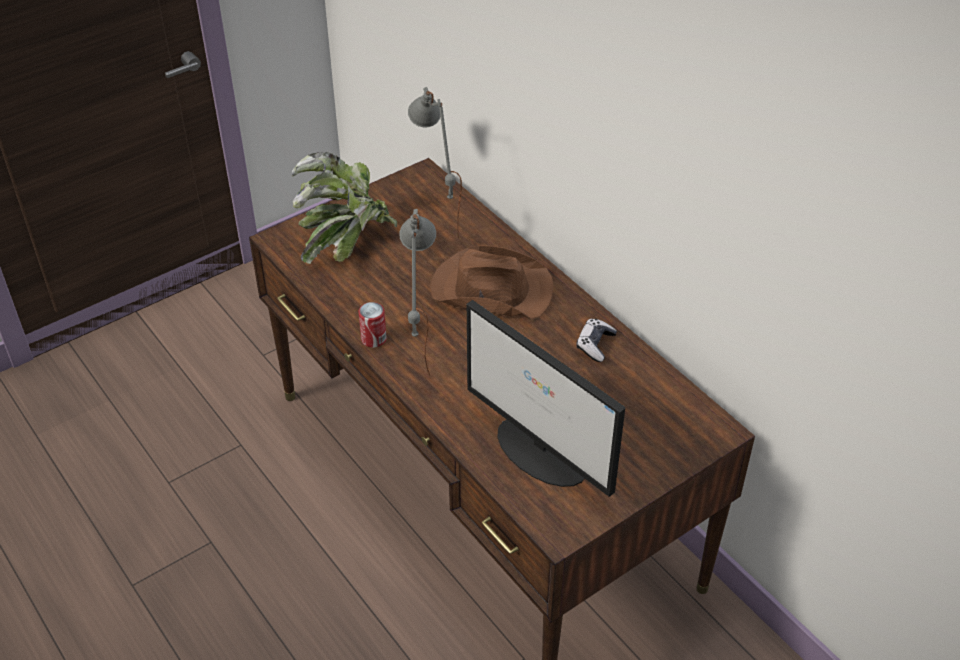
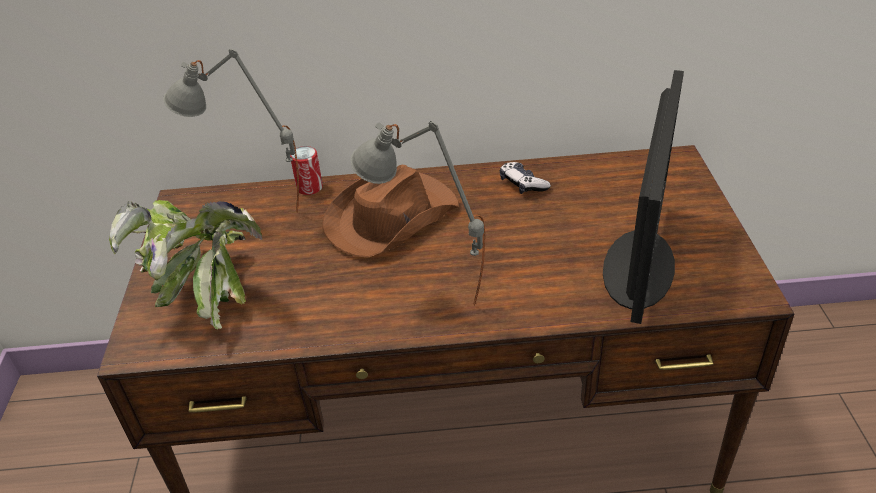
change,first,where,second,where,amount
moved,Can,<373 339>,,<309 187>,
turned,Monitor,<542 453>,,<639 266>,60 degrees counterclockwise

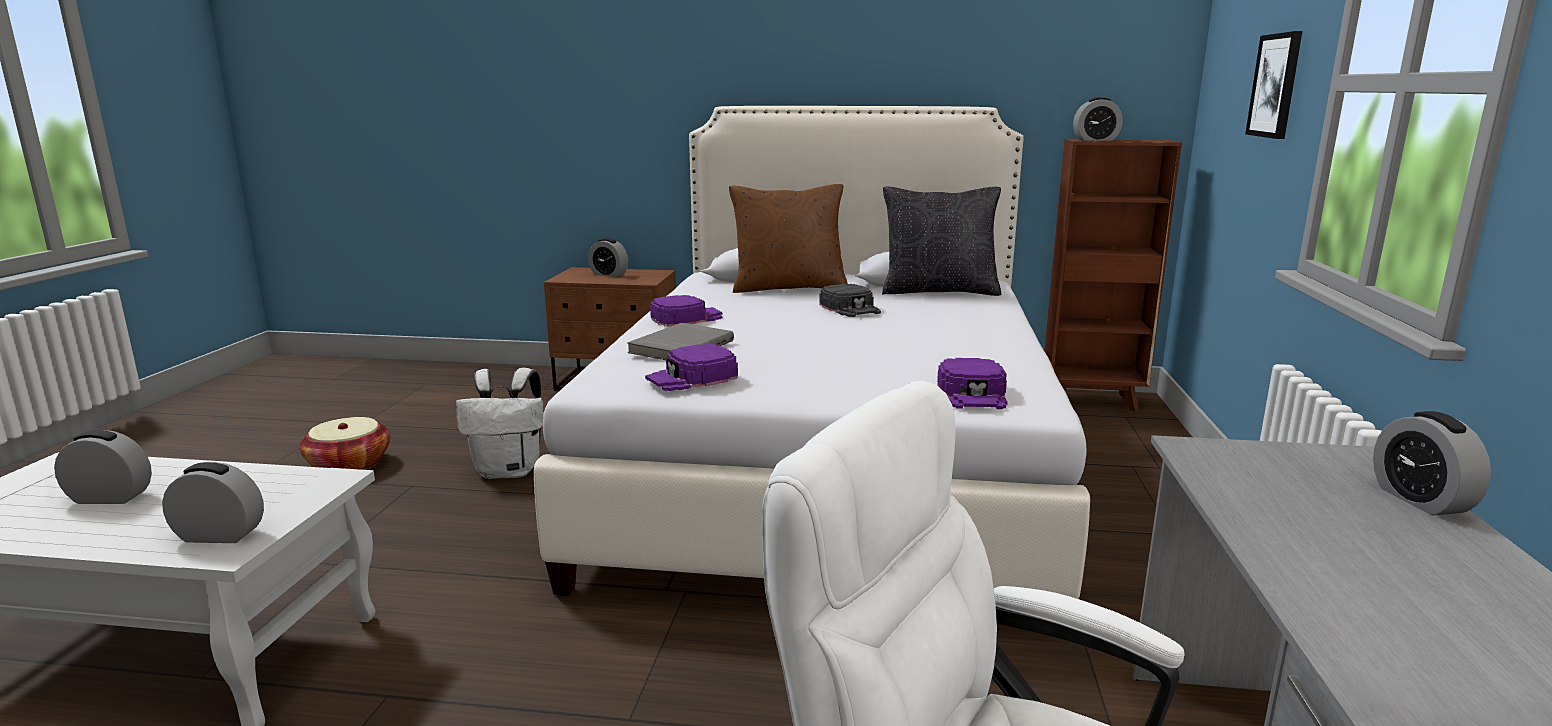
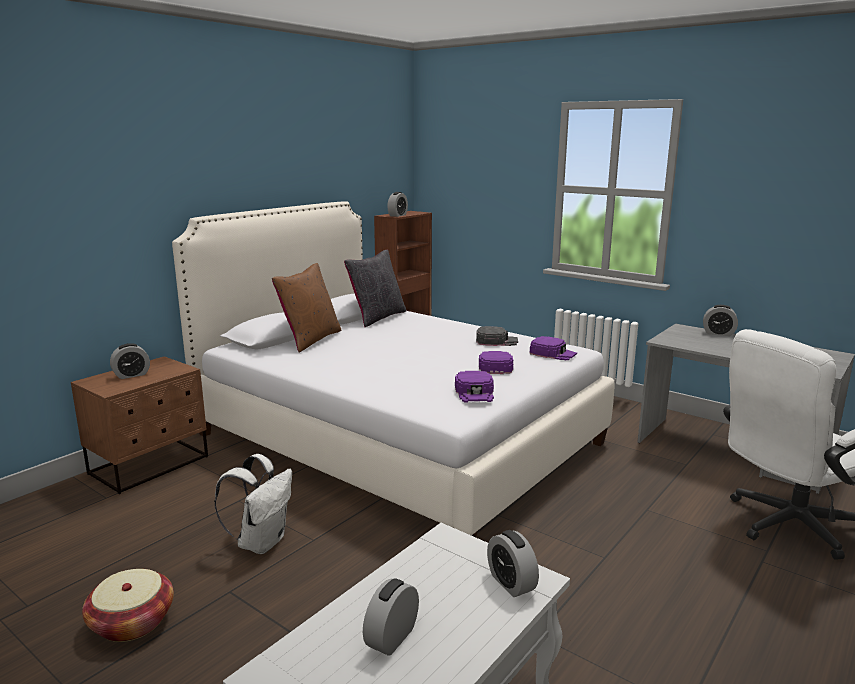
change,first,where,second,where,amount
removed,GreyBook,<680 346>,,,
removed,Picture,<1275 85>,,,
moved,PurpleCap,<686 318>,,<494 366>,
moved,BlackCap,<850 308>,,<496 341>,
turned,AlarmClock,<220 535>,,<511 583>,60 degrees counterclockwise

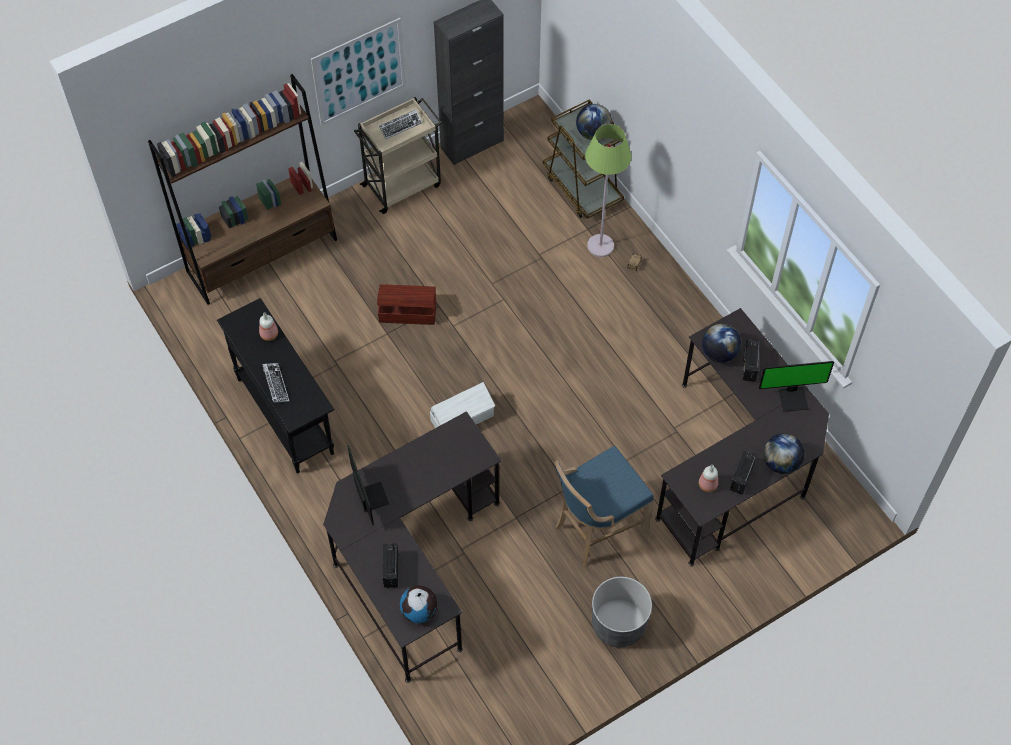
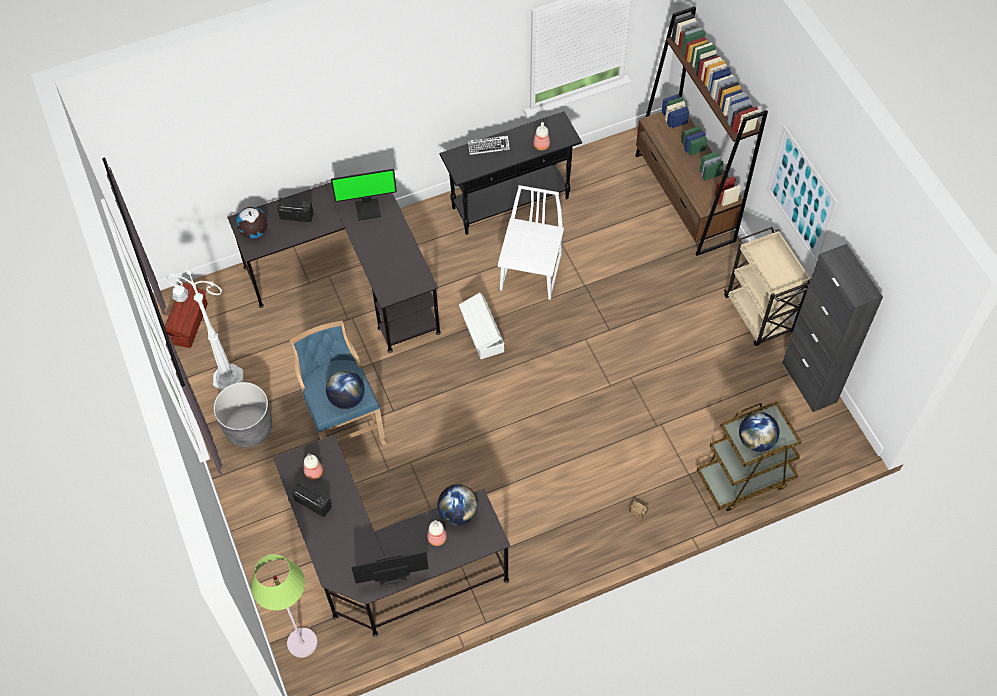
change,first,where,second,where,amount
removed,Keyboard,<400 126>,,,
added,,,WhiteFloorLamp,<226 377>,
added,,,WhiteChair,<531 272>,
moved,BrownStorageBox,<407 312>,,<188 323>,
moved,GreenFloorLamp,<600 246>,,<302 643>,
moved,Globe,<781 463>,,<347 399>,
replaced,Radio,<749 366>,Bottle,<436 538>,
turned,Monitor,<793 398>,,<391 572>,75 degrees clockwise

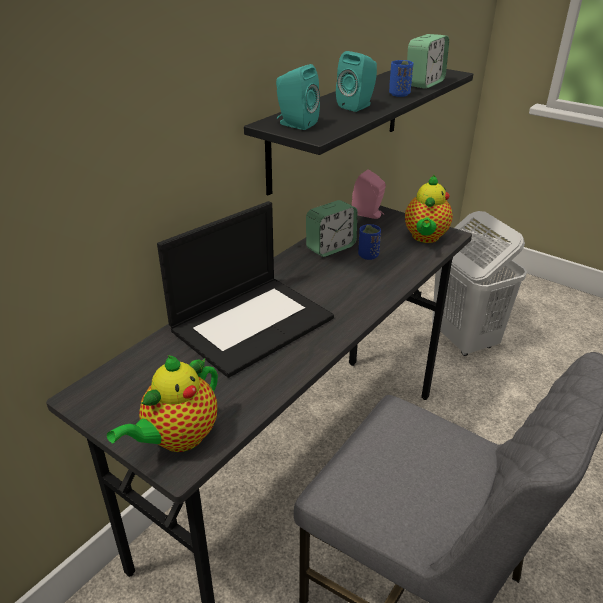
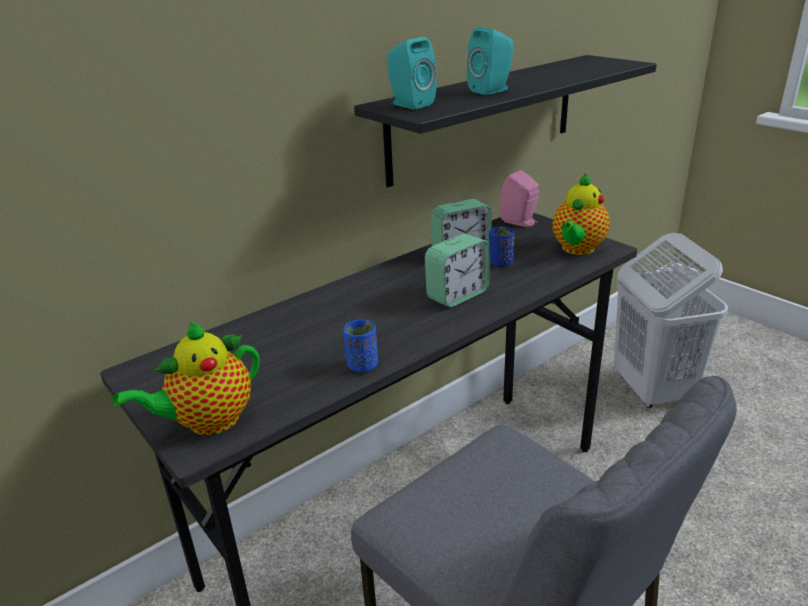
change,first,where,second,where,amount
removed,Laptop,<252 322>,,,
moved,BlueCup,<399 94>,,<362 365>,
moved,AlarmClock,<424 83>,,<457 295>,

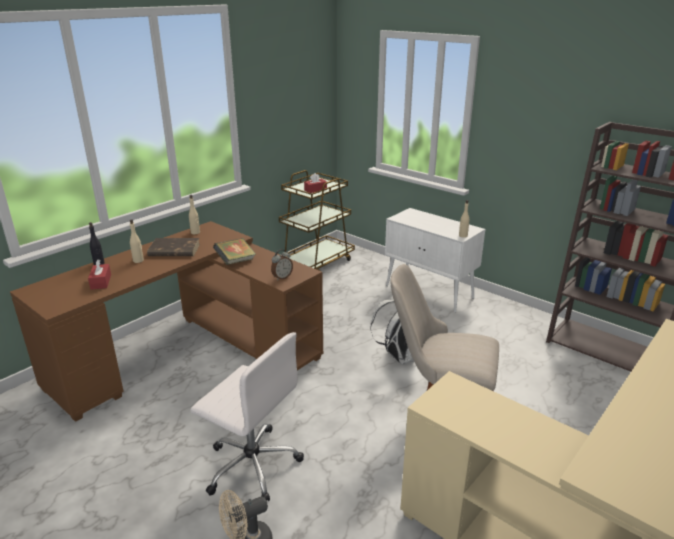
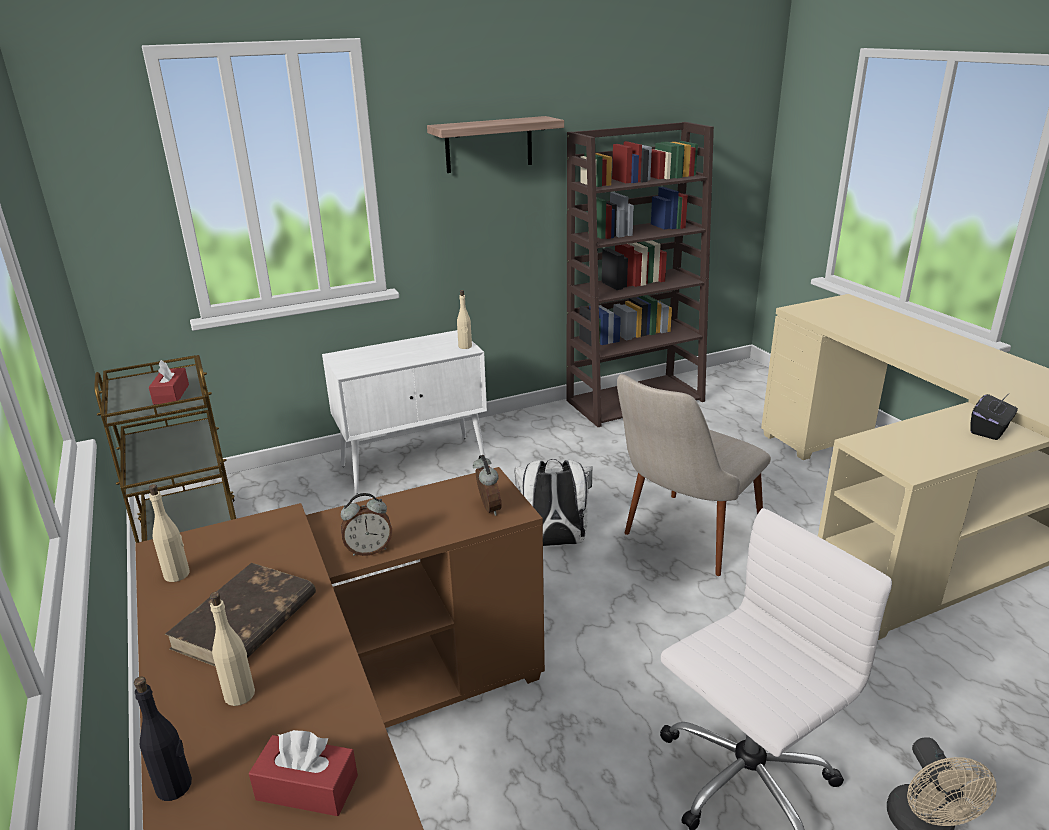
change,first,where,second,where,amount
added,,,Shelf,<489 144>,
added,,,BlackTissueBox,<989 430>,
replaced,Book,<235 261>,AlarmClock,<369 550>,

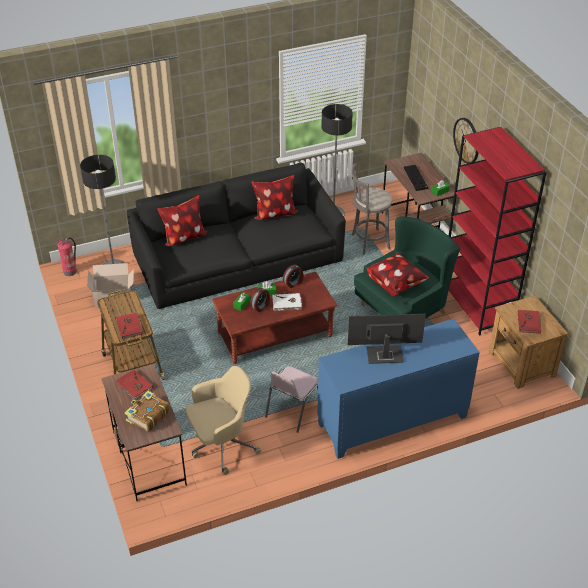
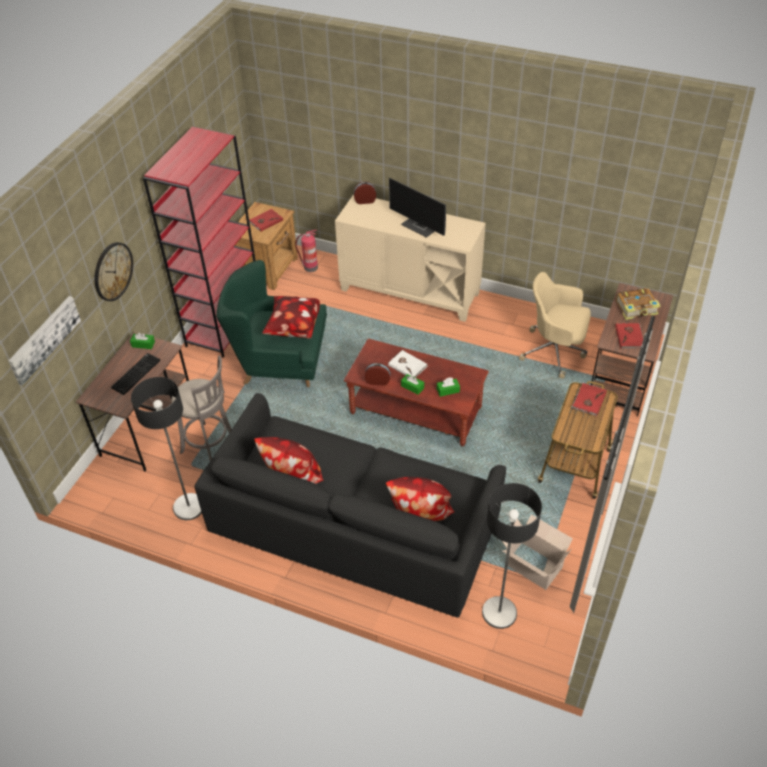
change,first,where,second,where,amount
removed,PinkChair,<292 410>,,,
added,,,Picture,<44 339>,
moved,FireExtinguisher,<70 271>,,<310 268>,
moved,AlarmClock,<260 306>,,<365 200>,
recoloured,BlueCabinet,<392 421>,BeigeCabinet,<410 291>,

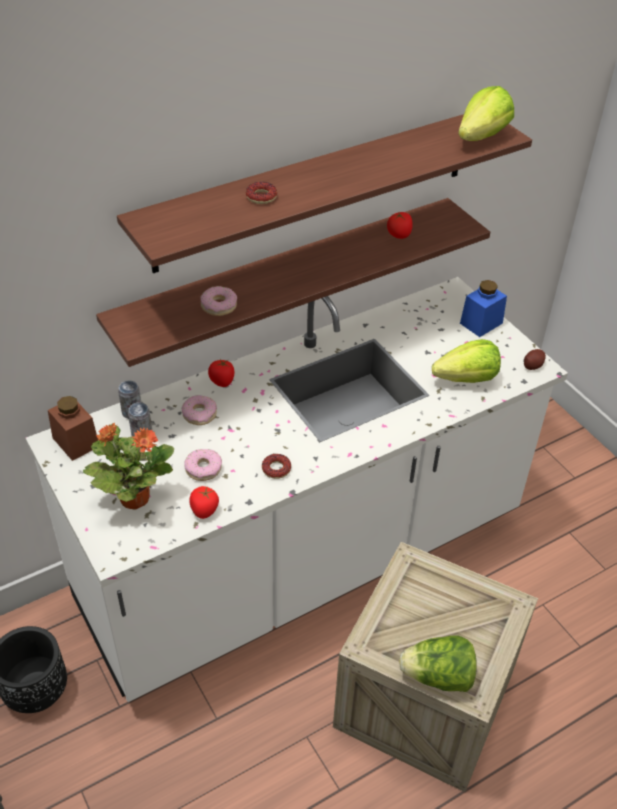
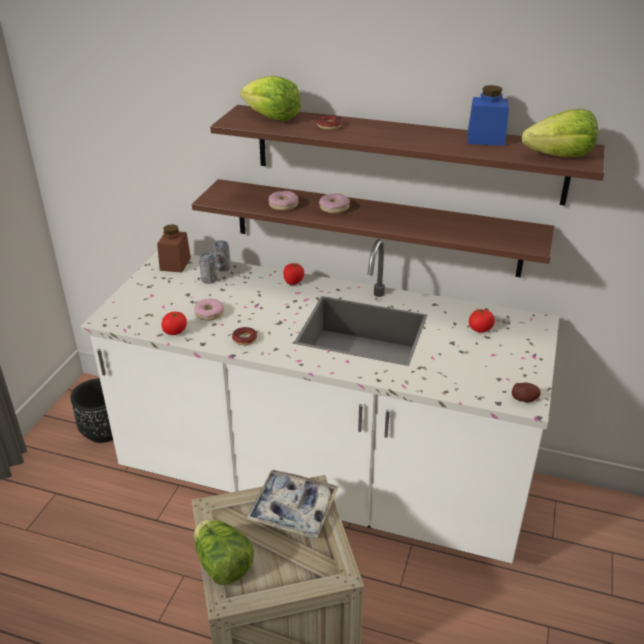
change,first,where,second,where,amount
removed,PottedPlant,<133 498>,,,
added,,,Tray,<293 509>,
moved,Donut,<199 414>,,<334 208>,
moved,Tomato,<399 235>,,<480 329>,
moved,Lettuce,<467 379>,,<272 118>,
moved,BlueJar,<481 323>,,<485 139>,

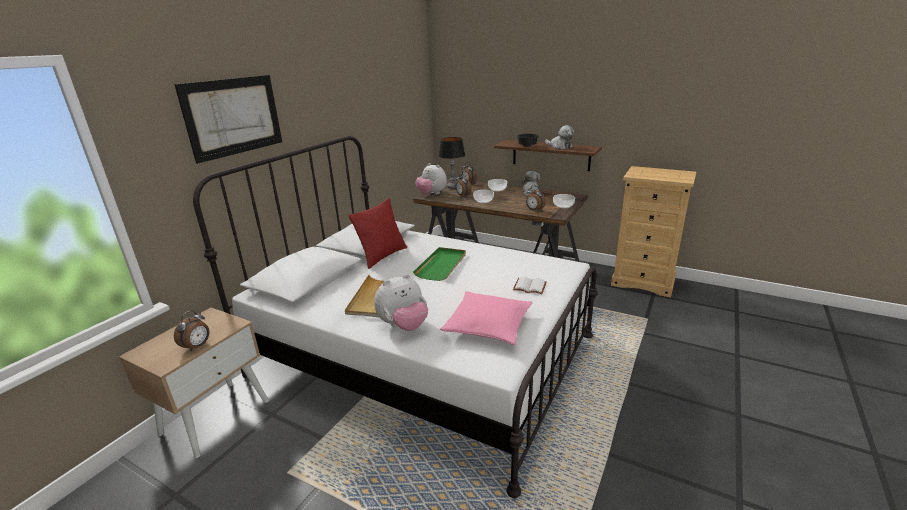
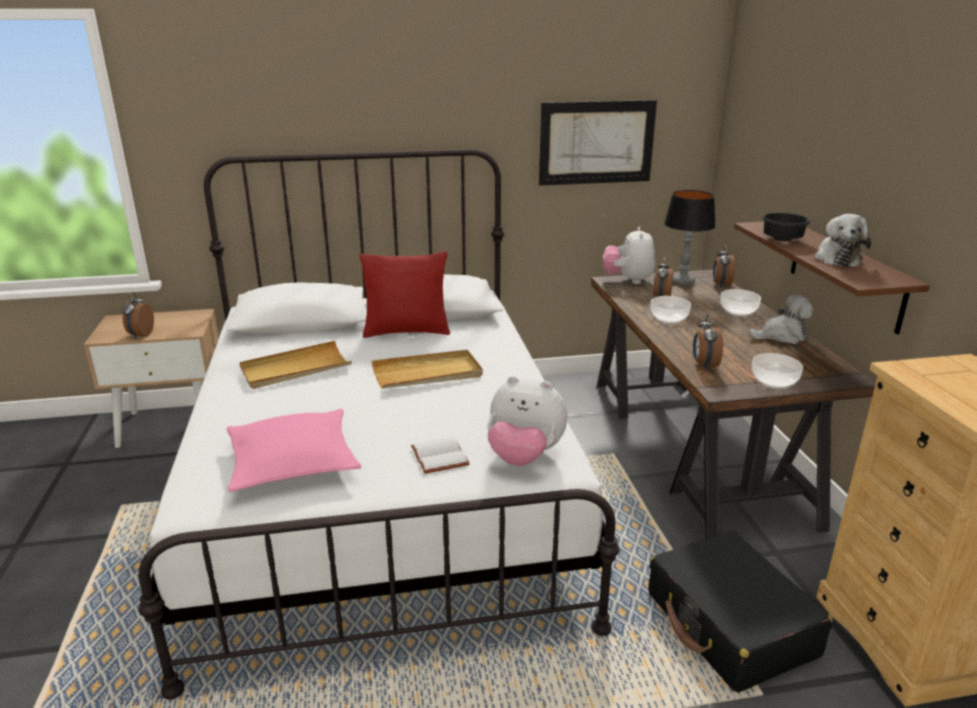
change,first,where,second,where,amount
added,,,BlackSuitcase,<730 625>,
moved,Picture,<234 116>,,<596 142>,
moved,PlushToy,<403 326>,,<524 457>,
recoloured,GreenTray,<442 265>,BeigeTray,<427 373>,
turned,AlarmClock,<197 346>,,<140 335>,105 degrees clockwise

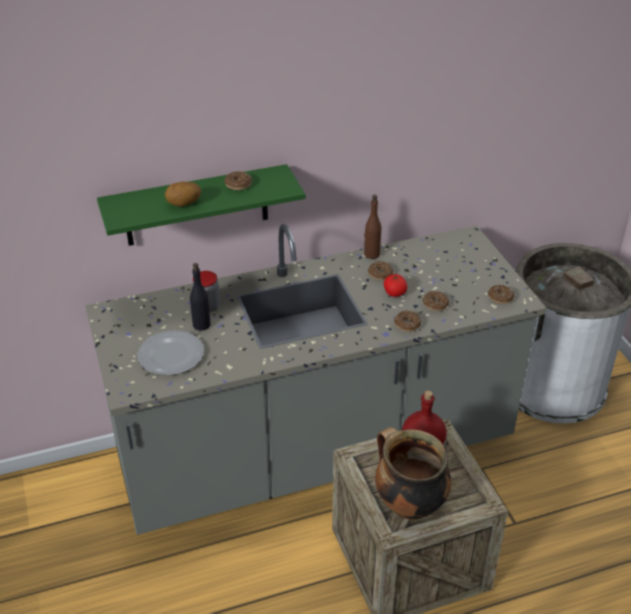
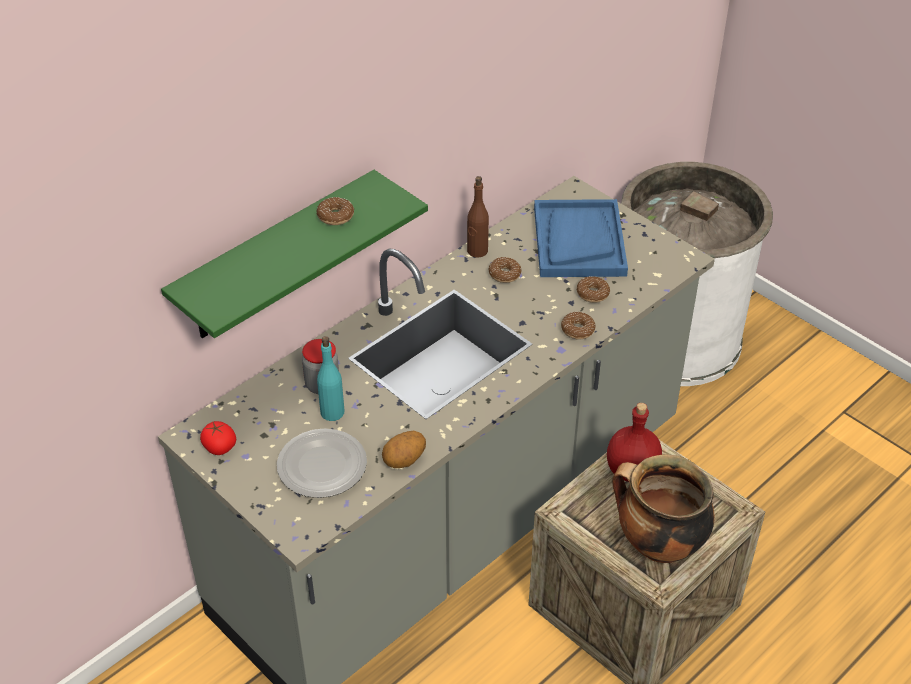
change,first,where,second,where,amount
removed,Donut,<500 298>,,,
added,,,BlueTray,<578 241>,
moved,Potato,<184 204>,,<404 460>,
moved,Tomato,<394 293>,,<219 447>,
recoloured,BlackBottle,<201 325>,TurquoiseBottle,<332 412>,

